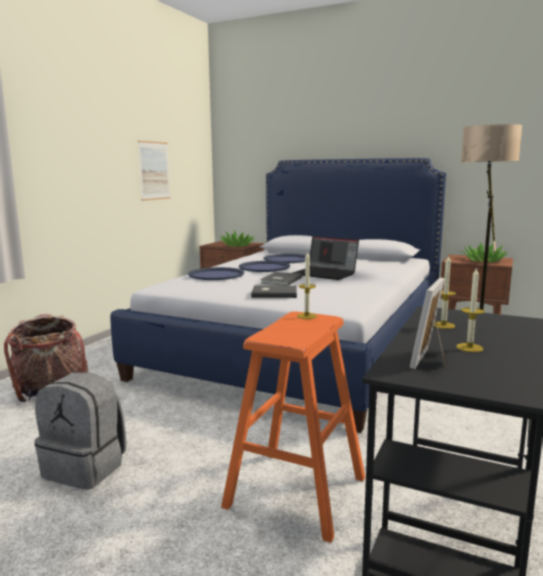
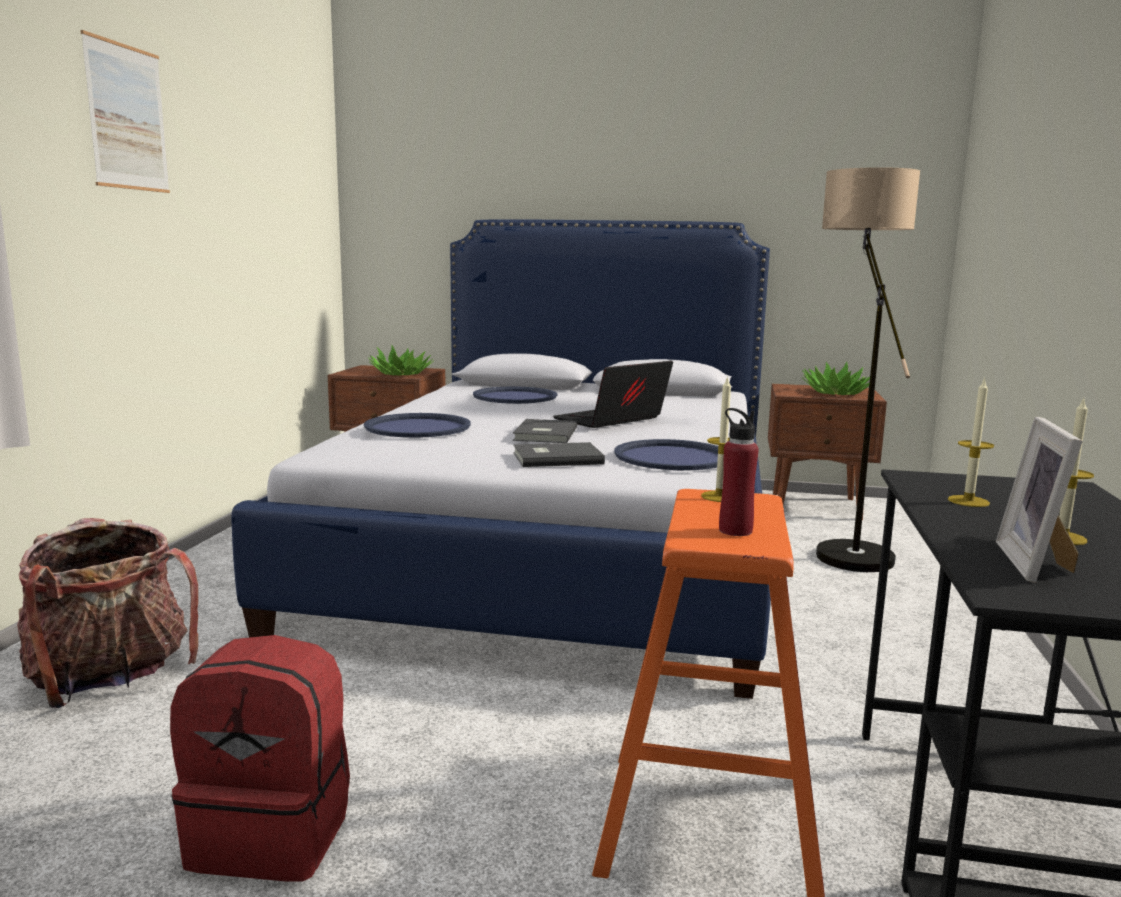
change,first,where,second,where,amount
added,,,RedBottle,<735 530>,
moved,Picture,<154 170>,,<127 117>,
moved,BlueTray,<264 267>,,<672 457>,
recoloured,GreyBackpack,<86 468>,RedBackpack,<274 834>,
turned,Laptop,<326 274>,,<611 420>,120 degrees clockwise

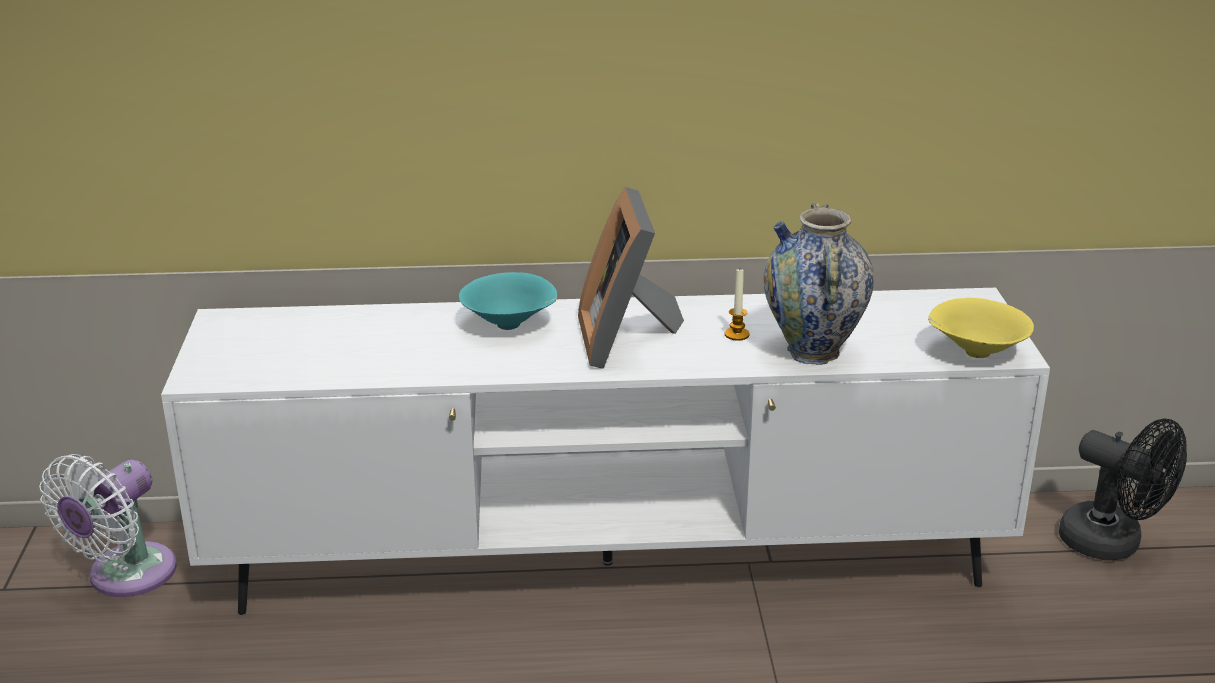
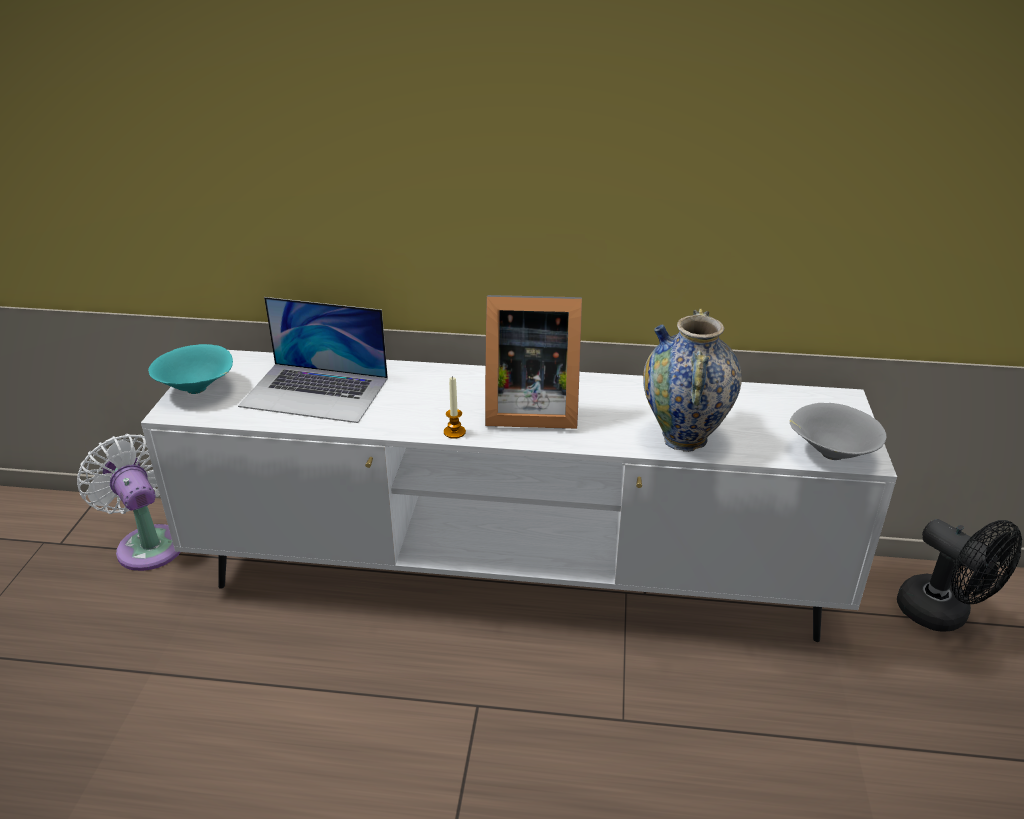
change,first,where,second,where,amount
added,,,Laptop,<315 392>,
moved,TurquoiseBowl,<510 325>,,<198 390>,
moved,Candle,<737 334>,,<454 432>,
recoloured,YellowBowl,<974 353>,GreyBowl,<829 454>,
turned,WhiteFan,<125 576>,,<148 544>,105 degrees clockwise
turned,PictureFrame,<627 339>,,<528 409>,90 degrees counterclockwise

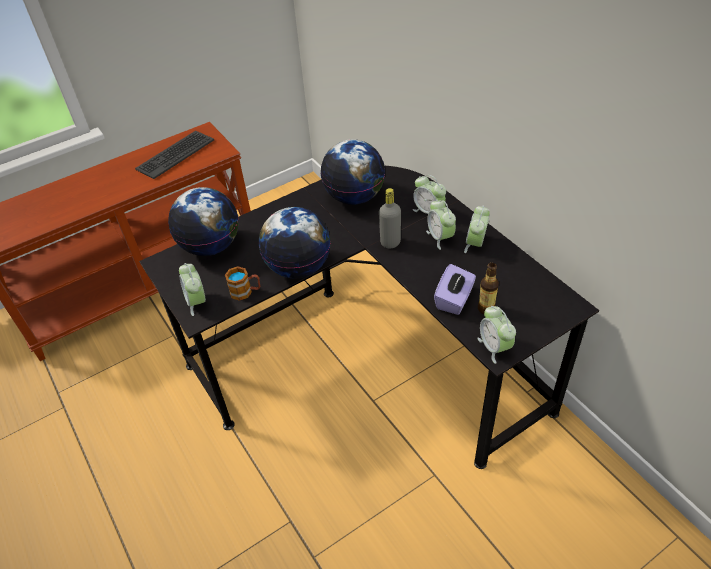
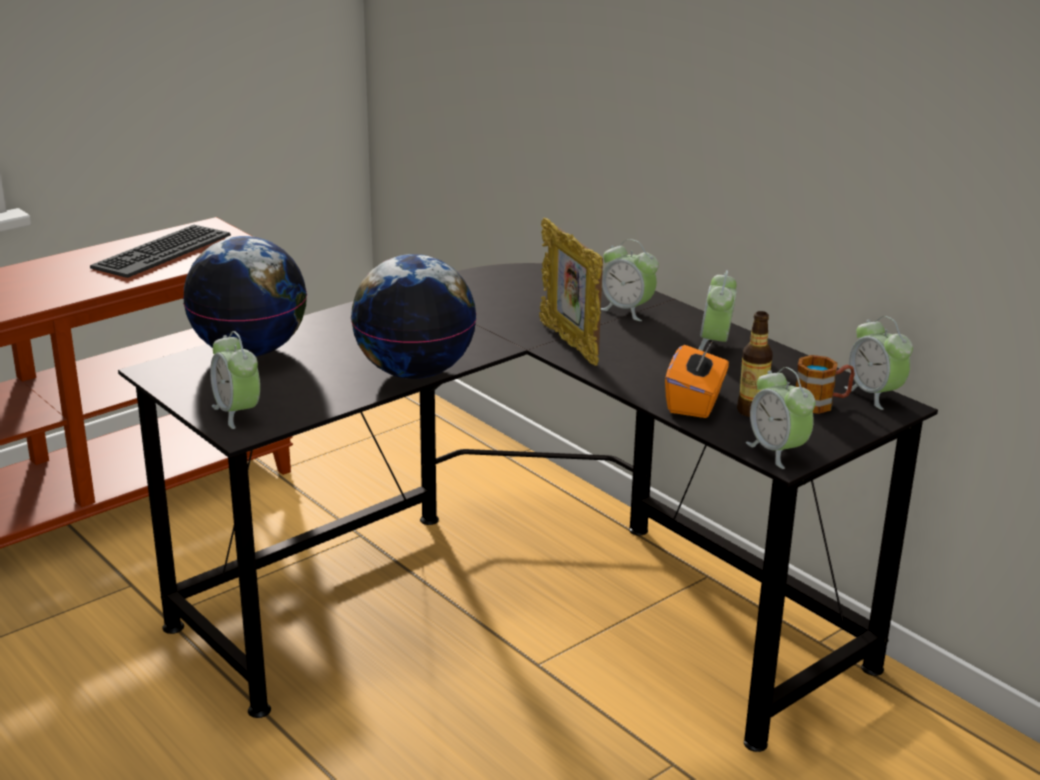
change,first,where,second,where,amount
removed,Globe,<354 197>,,,
moved,Mug,<245 292>,,<821 404>,
moved,AlarmClock,<440 237>,,<874 395>,
replaced,GreyBottle,<390 243>,PictureFrame,<570 344>,
recoloured,PurpleTissueBox,<454 299>,OrangeTissueBox,<695 402>,

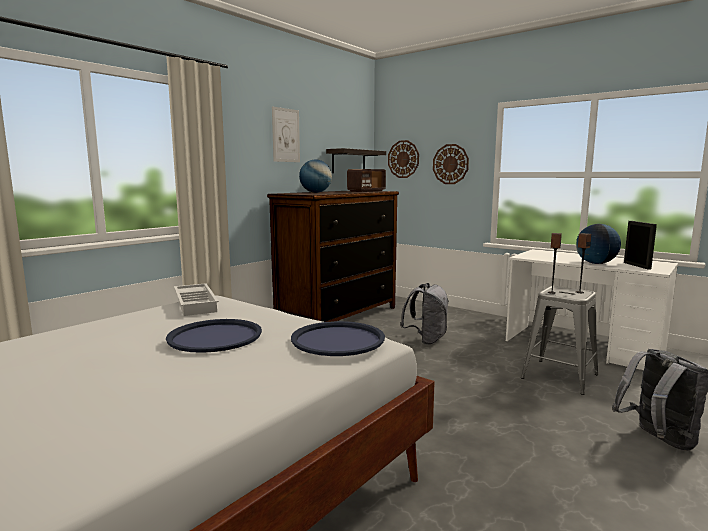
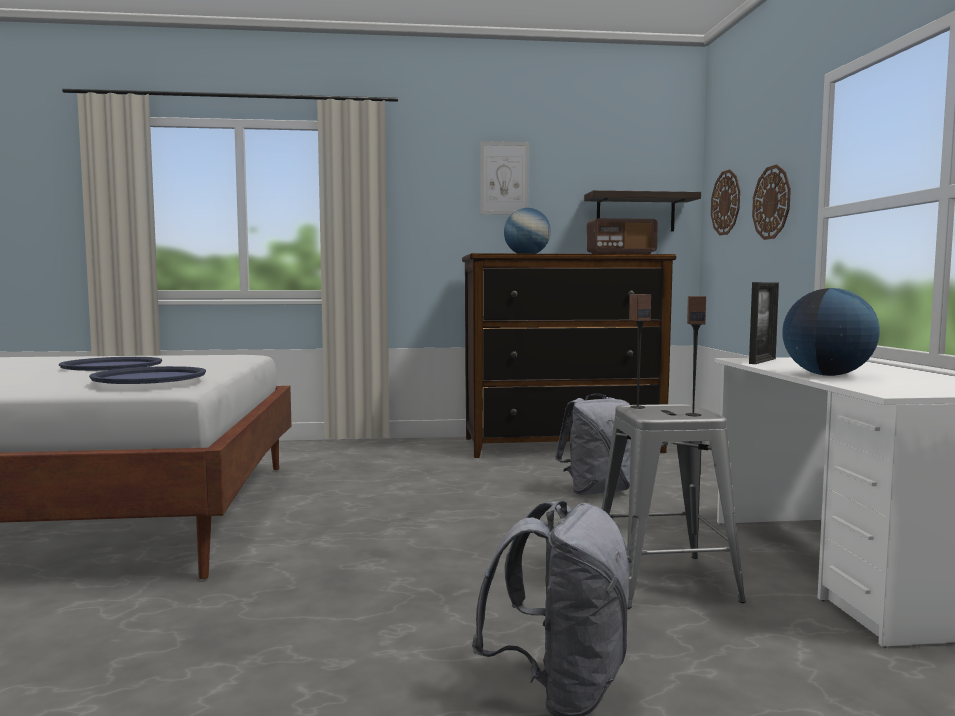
change,first,where,second,where,amount
removed,WhiteTray,<197 304>,,,
moved,PictureFrame,<637 266>,,<762 361>,

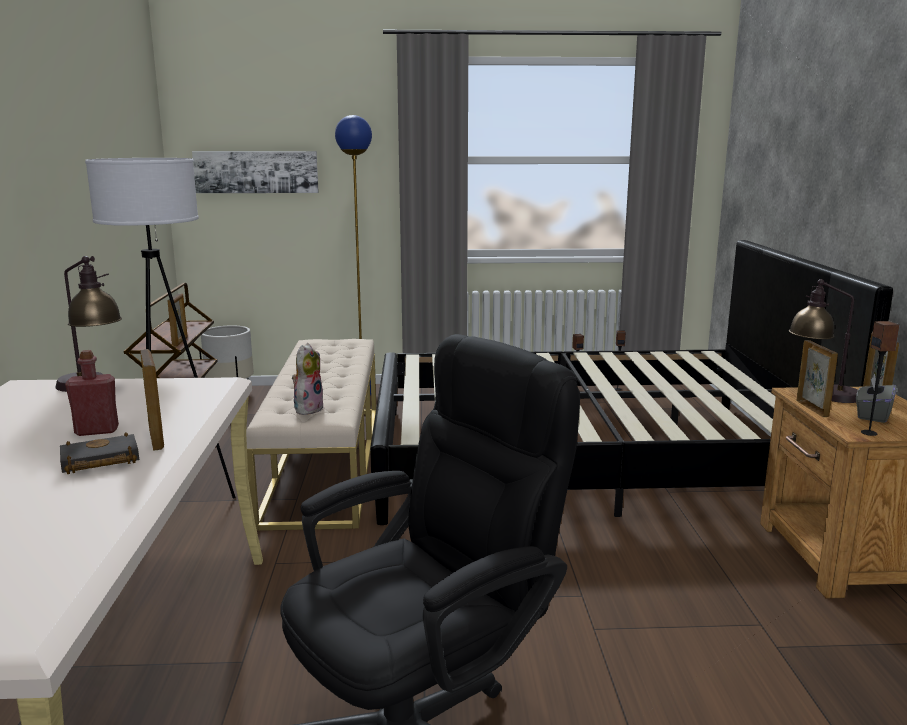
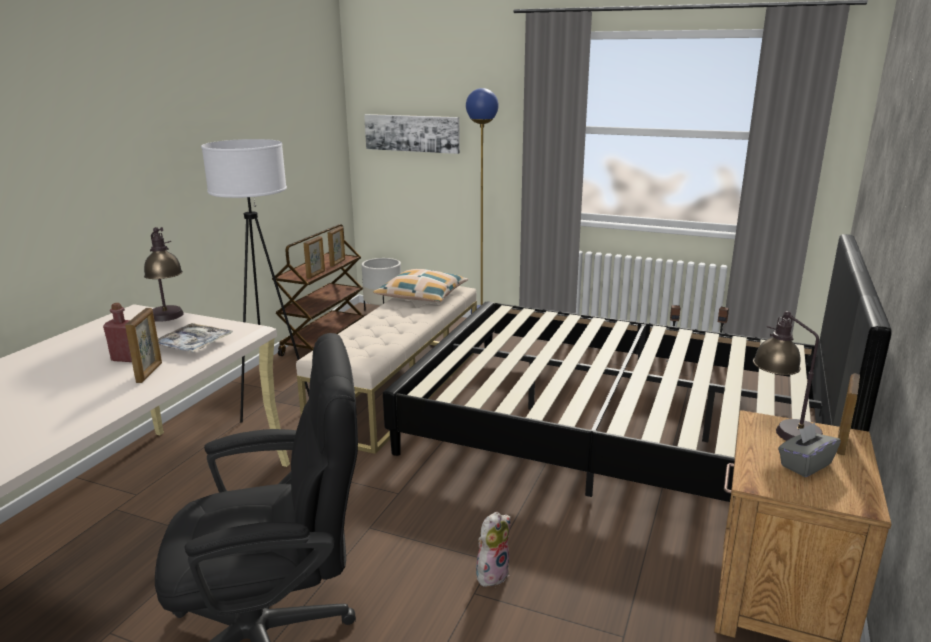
change,first,where,second,where,amount
removed,BlackBook,<98 461>,,,
removed,Speaker,<869 433>,,,
added,,,Tray,<193 345>,
added,,,Pillow,<422 295>,
moved,PlushToy,<308 408>,,<492 573>,
moved,PictureFrame,<812 408>,,<338 263>,

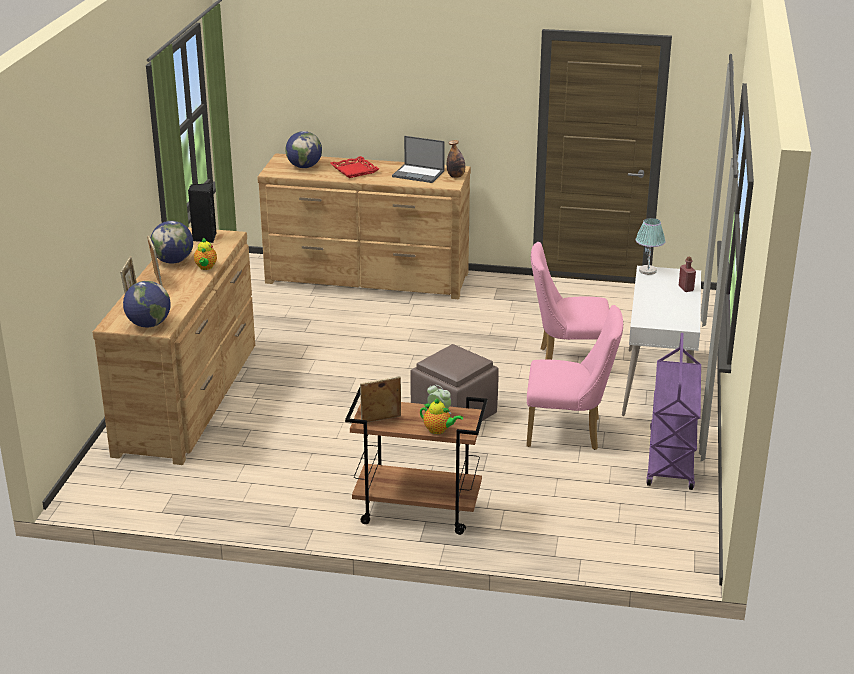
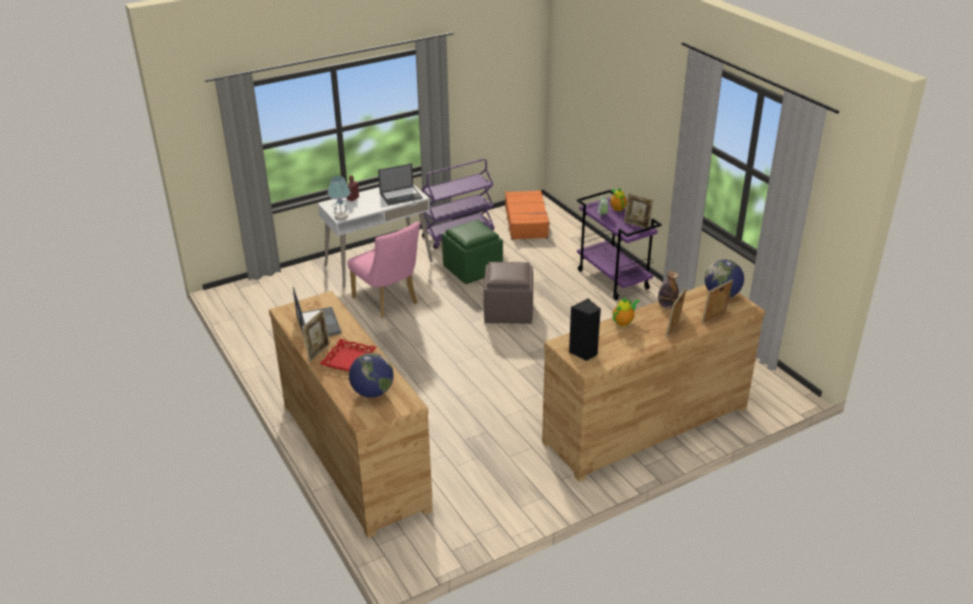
change,first,where,second,where,amount
removed,Globe,<173 261>,,,
added,,,PictureFrame,<318 352>,
added,,,Laptop,<401 195>,
added,,,OrangeSuitcase,<526 222>,
moved,Bottle,<456 176>,,<666 305>,
replaced,PinkChair,<570 432>,GreenOttoman,<472 269>,
recoloured,BrownCart,<416 511>,PurpleCart,<613 280>,

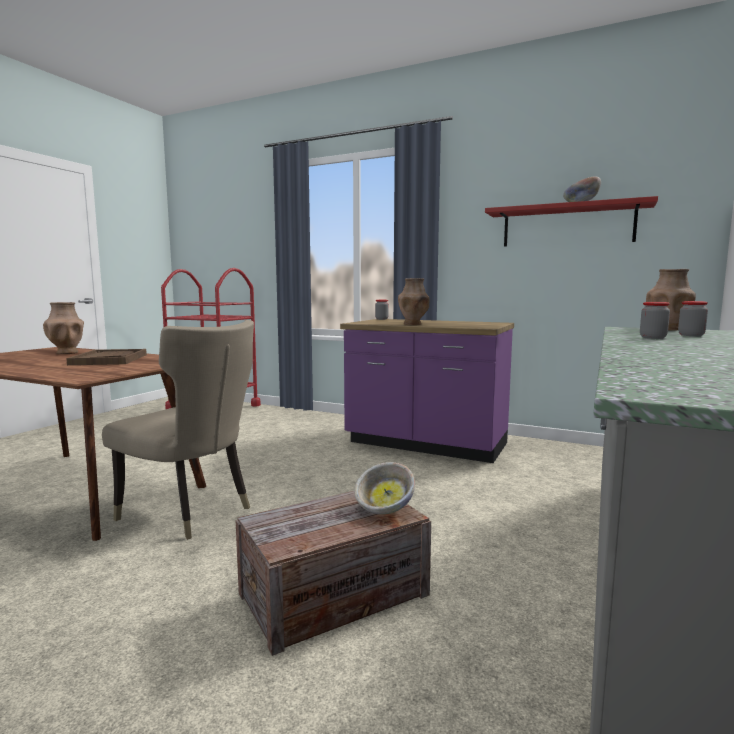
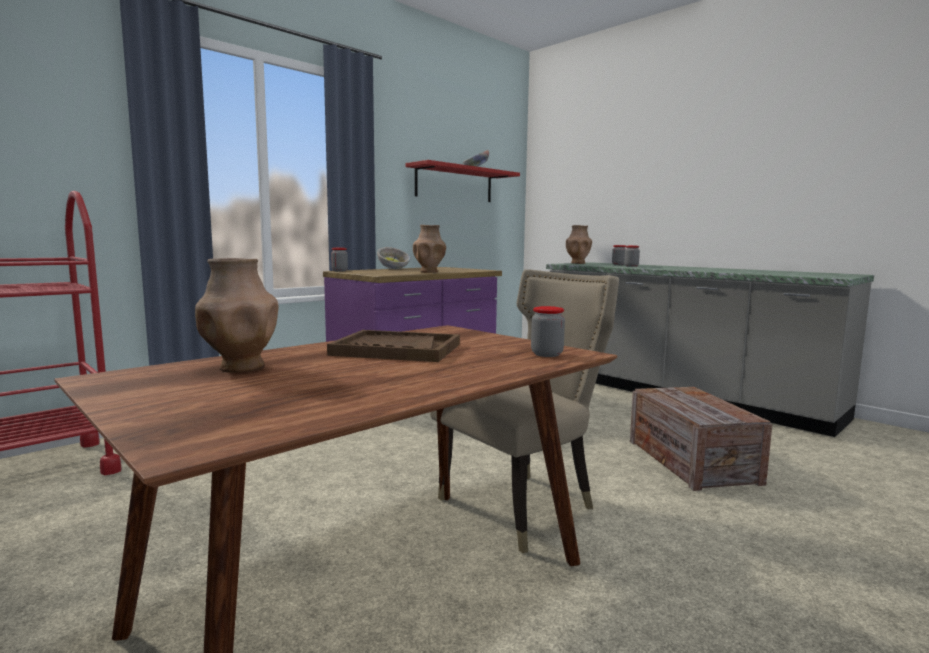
change,first,where,second,where,amount
added,,,Jar,<547 354>,
moved,Bowl,<385 509>,,<394 269>,

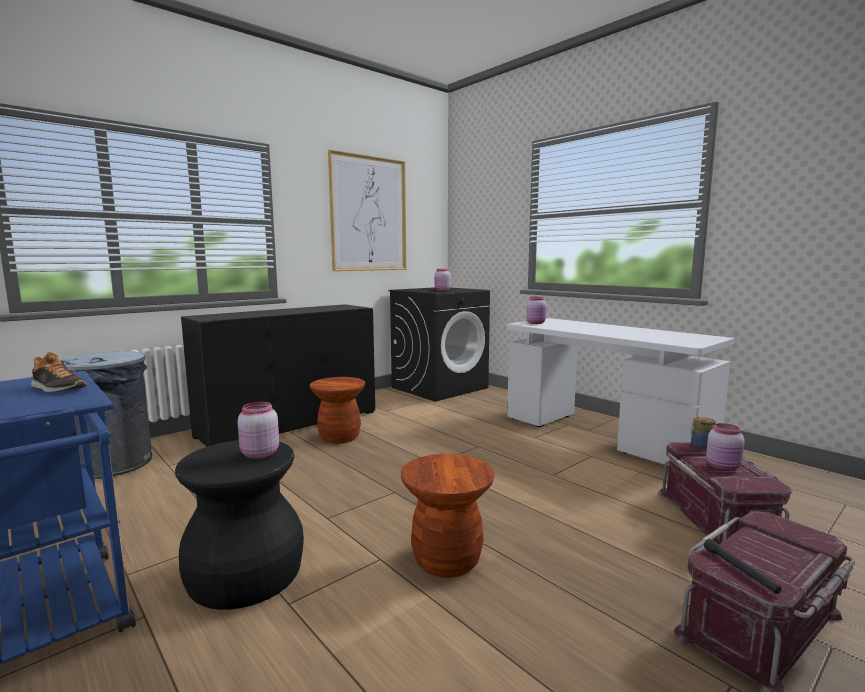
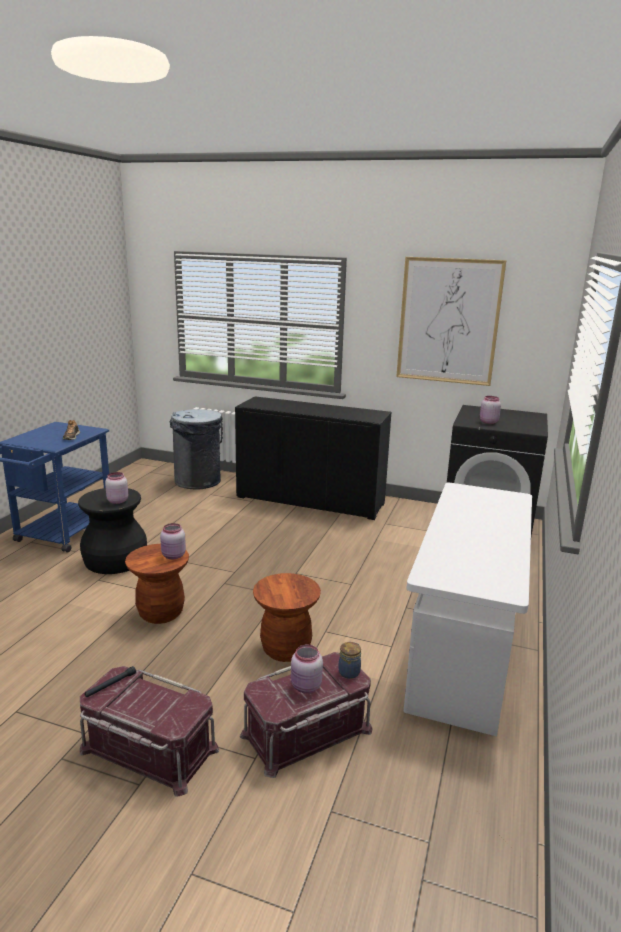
change,first,where,second,where,amount
moved,BrownStool,<339 437>,,<285 649>,
moved,PinkJar,<536 323>,,<173 556>,

